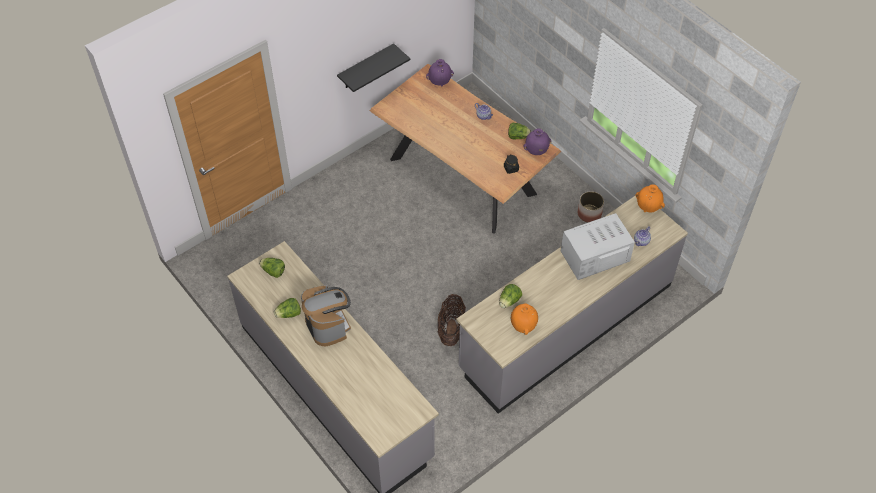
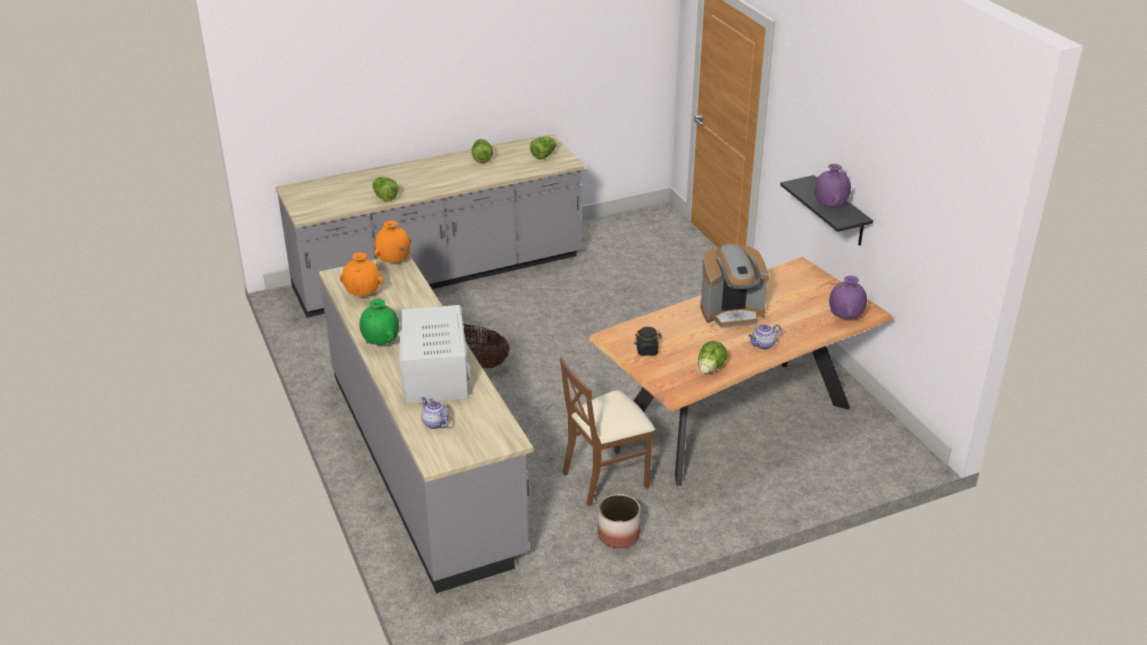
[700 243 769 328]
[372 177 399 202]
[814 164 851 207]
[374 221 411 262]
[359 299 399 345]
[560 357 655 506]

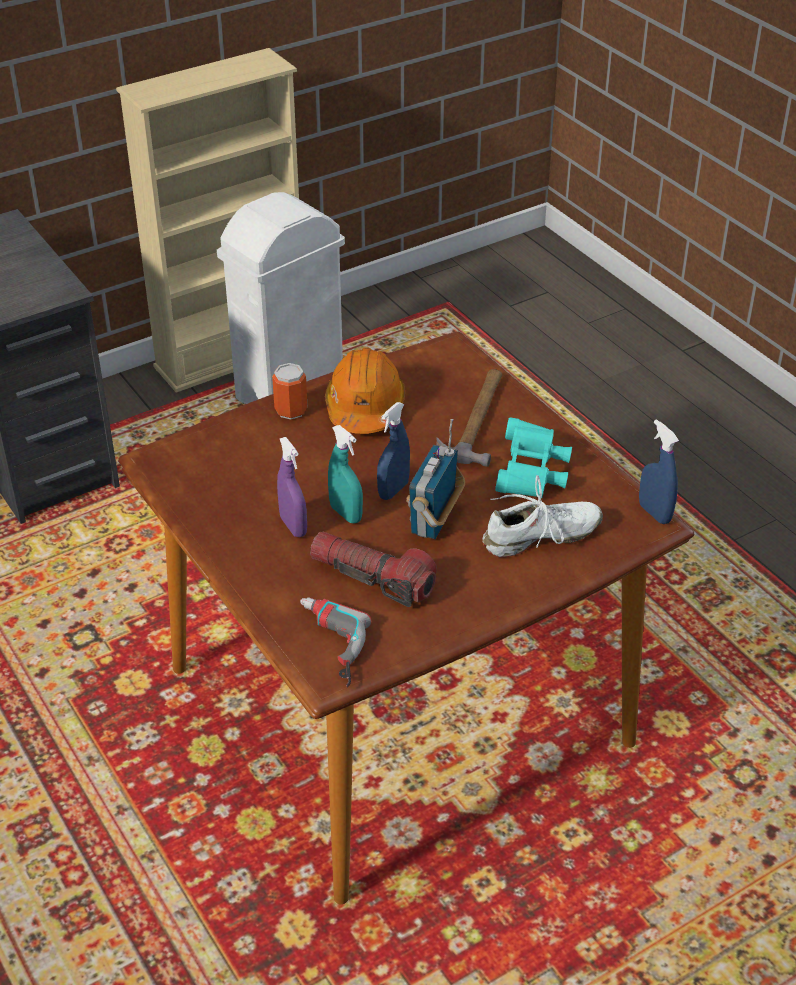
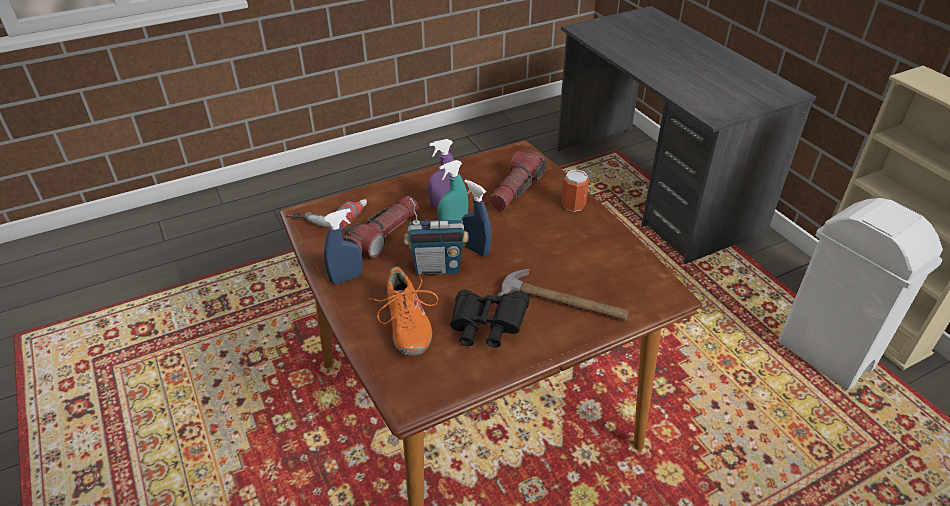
[325 348 405 434] (first image)
[404 198 469 275]
[368 267 438 356]
[450 290 530 348]
[324 208 363 284]
[489 151 546 211]

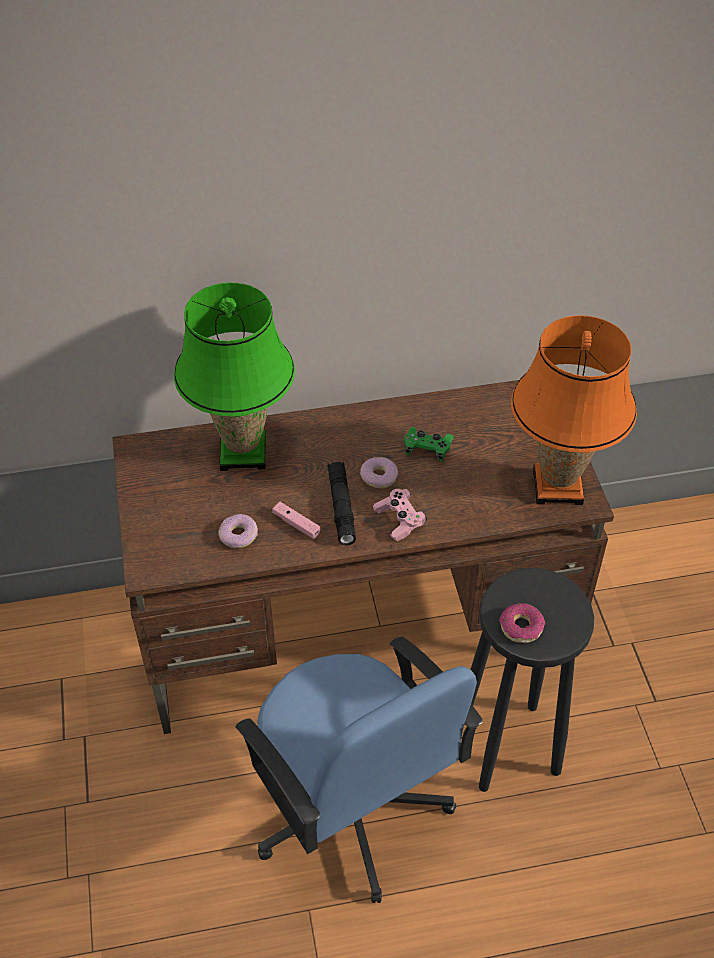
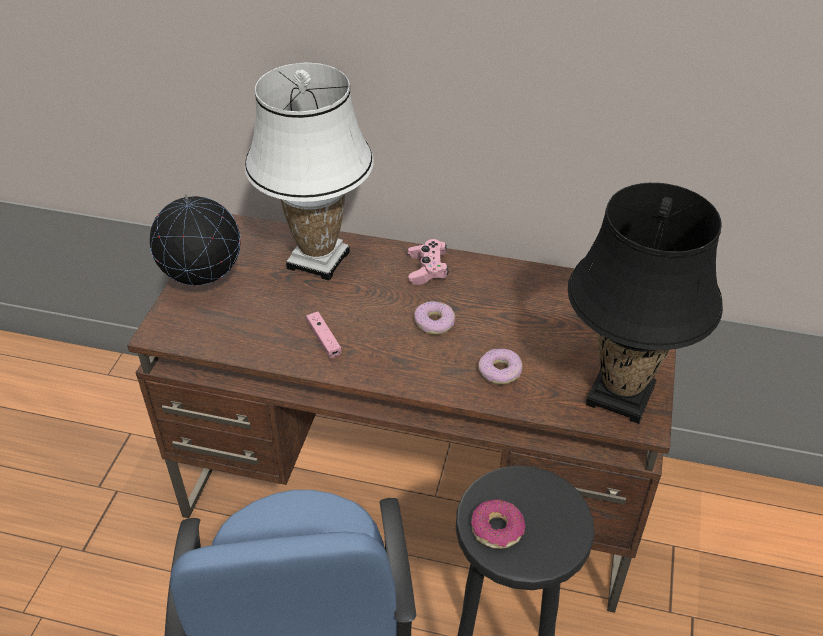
[244 63 374 281]
[478 348 522 385]
[328 462 356 546] (first image)
[408 239 449 285]
[404 427 454 462] (first image)
[568 183 723 424]
[149 194 241 286]

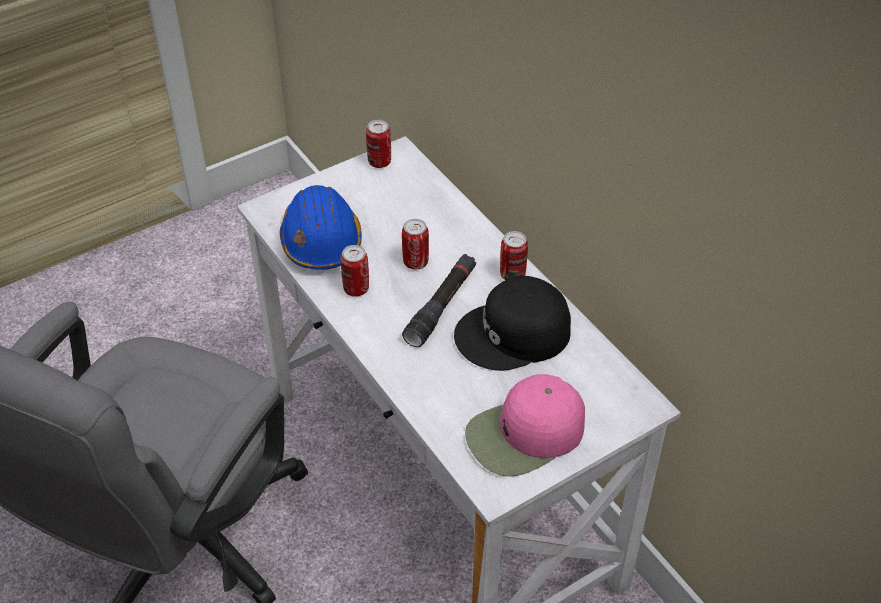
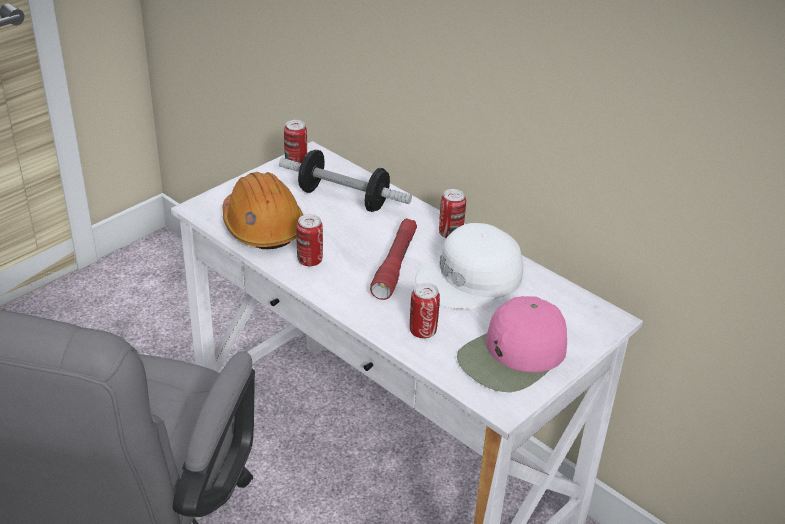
[223 172 303 249]
[410 283 440 338]
[370 218 417 300]
[415 223 523 309]
[279 150 412 212]

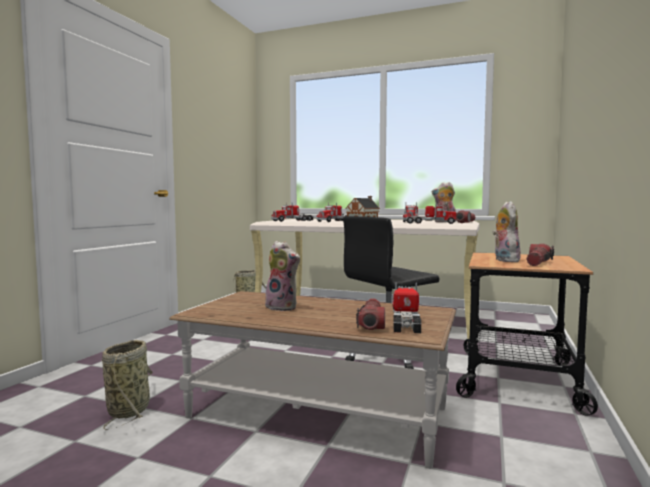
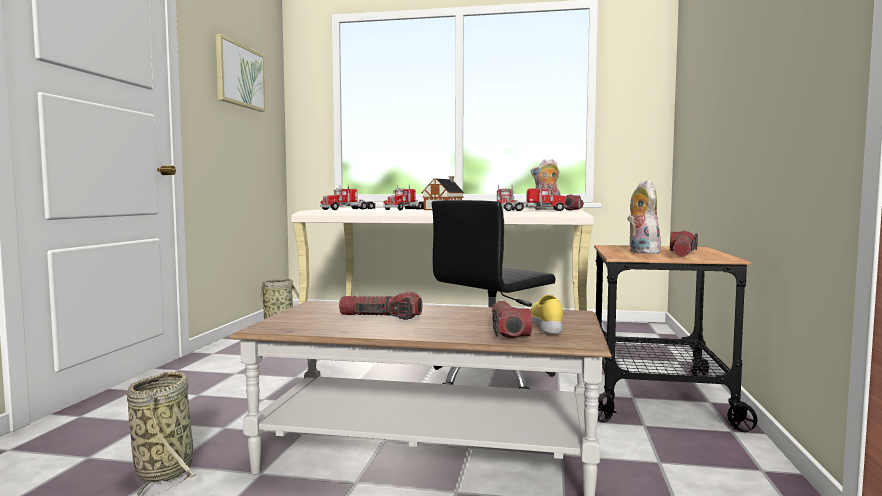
[339 292 423 320]
[531 295 563 334]
[216 34 265 112]

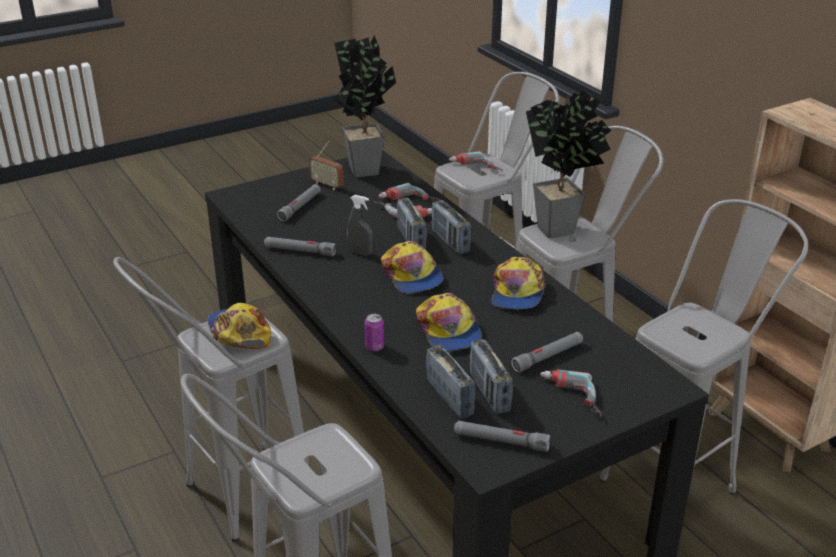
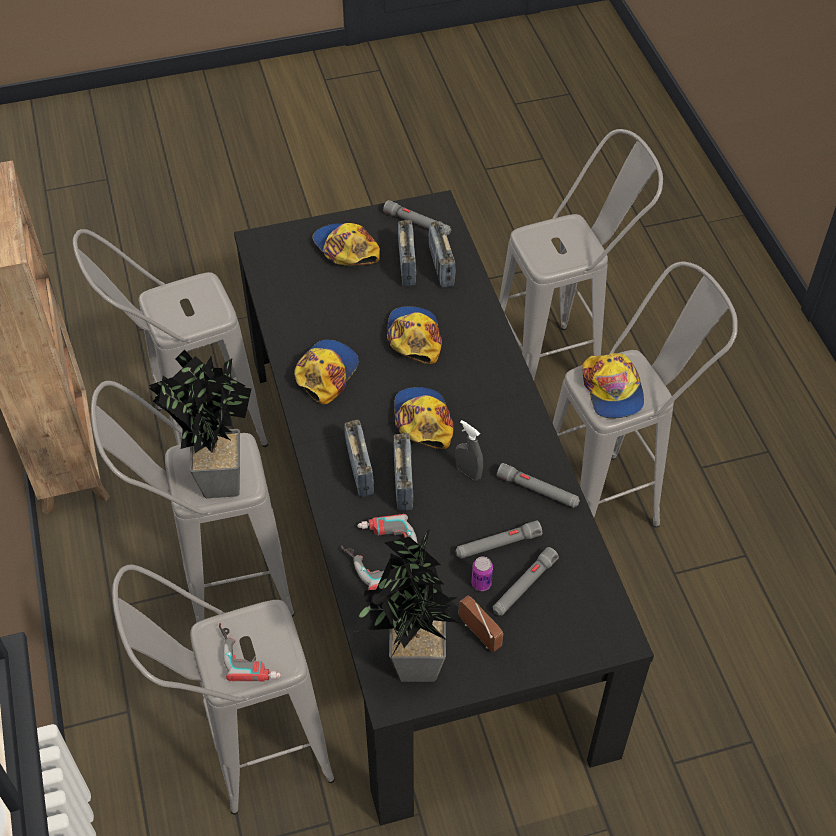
[472 556 493 591]
[455 520 542 559]
[313 223 380 266]

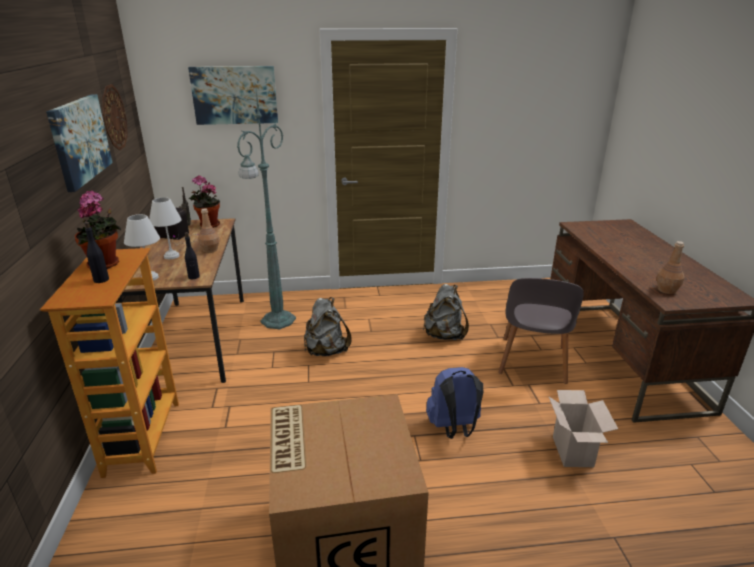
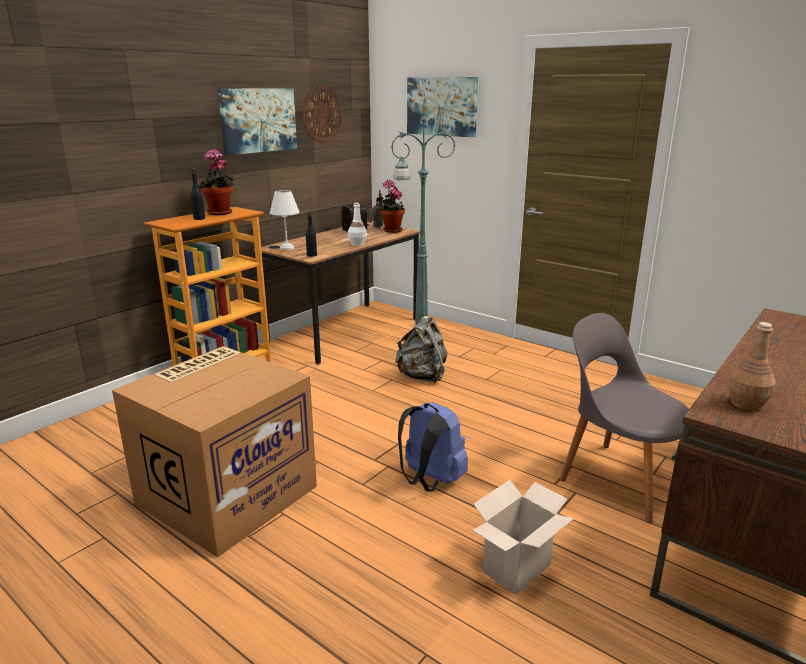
[149 197 182 259] (first image)
[348 203 367 246]
[423 284 469 340] (first image)
[560 313 689 523]

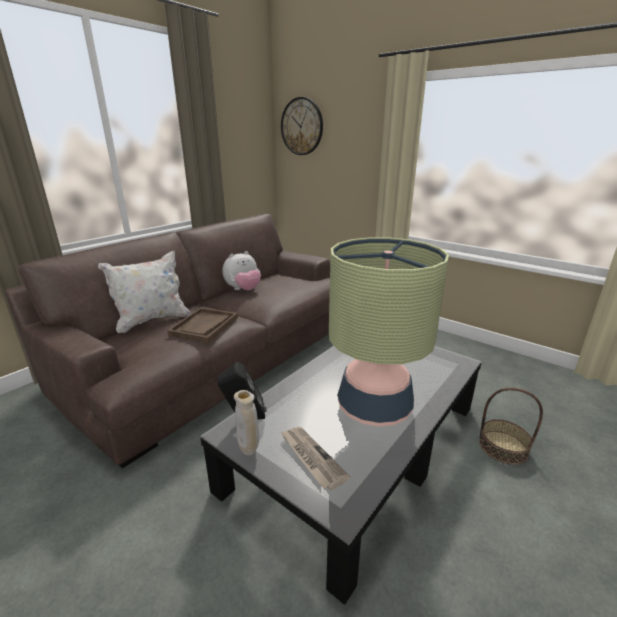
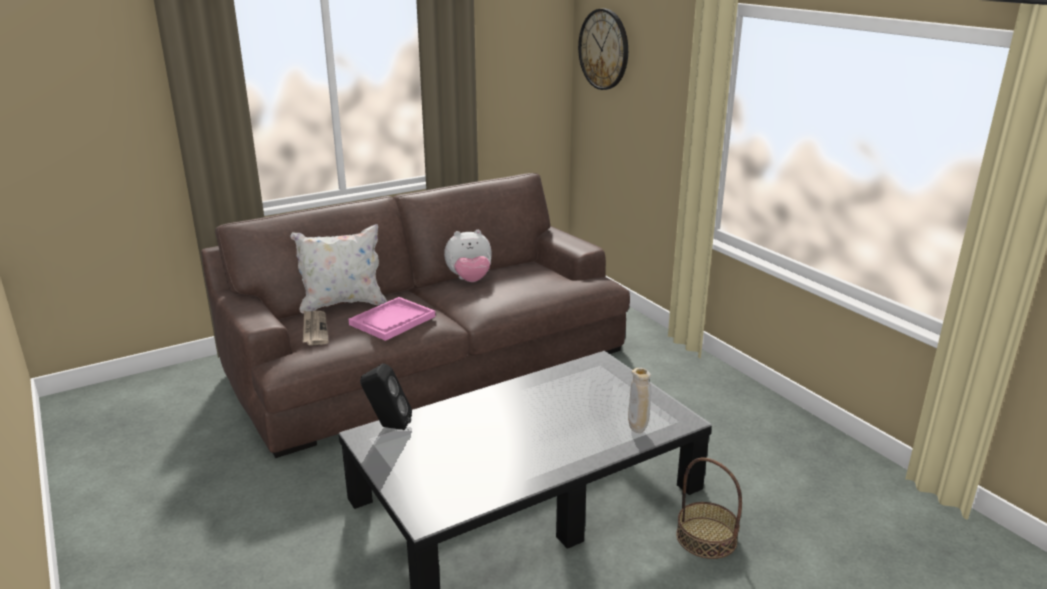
[349 297 435 341]
[628 368 651 433]
[303 310 329 346]
[329 237 449 427] (first image)

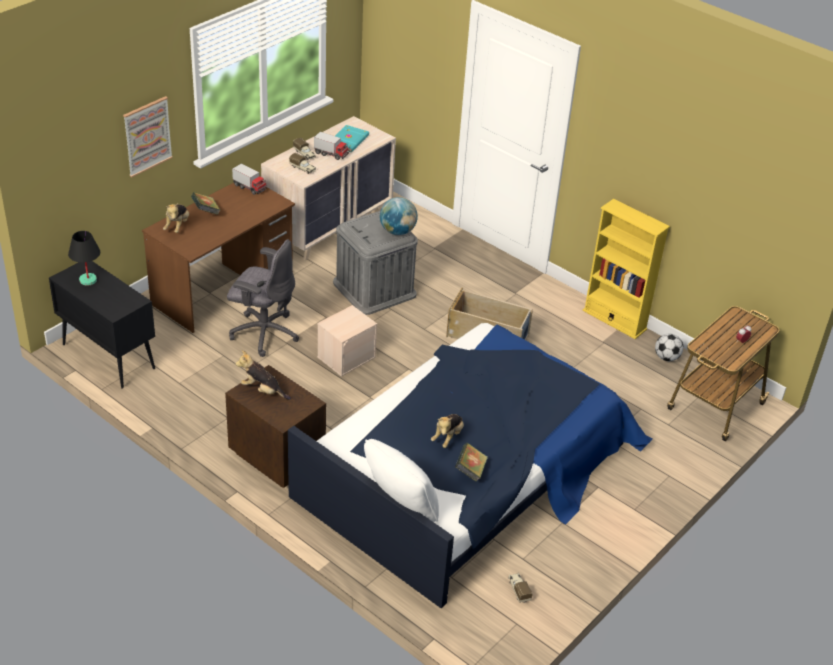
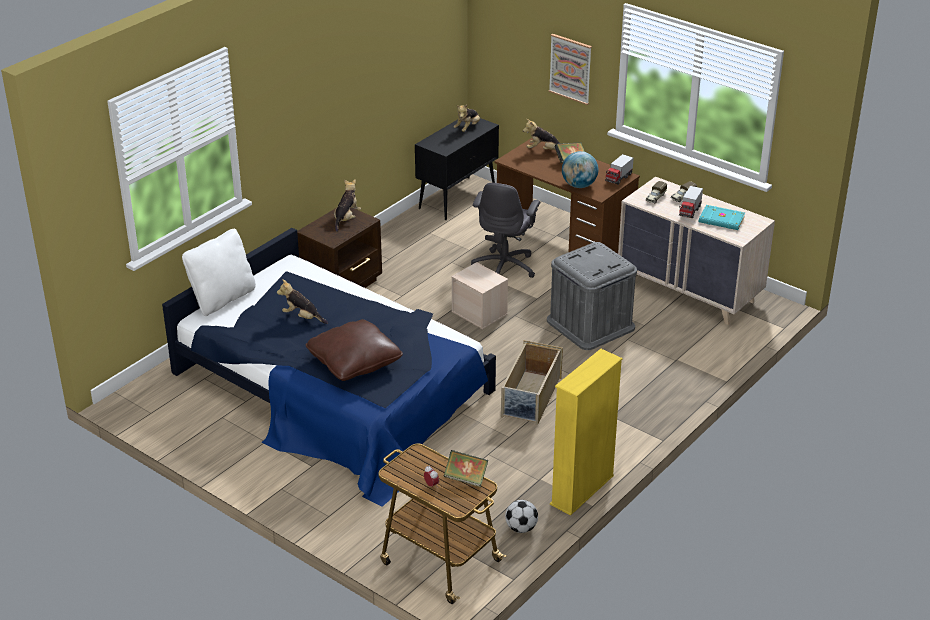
[454 105 480 132]
[562 151 598 188]
[443 450 488 487]
[508 573 533 603] (first image)
[306 319 403 381]

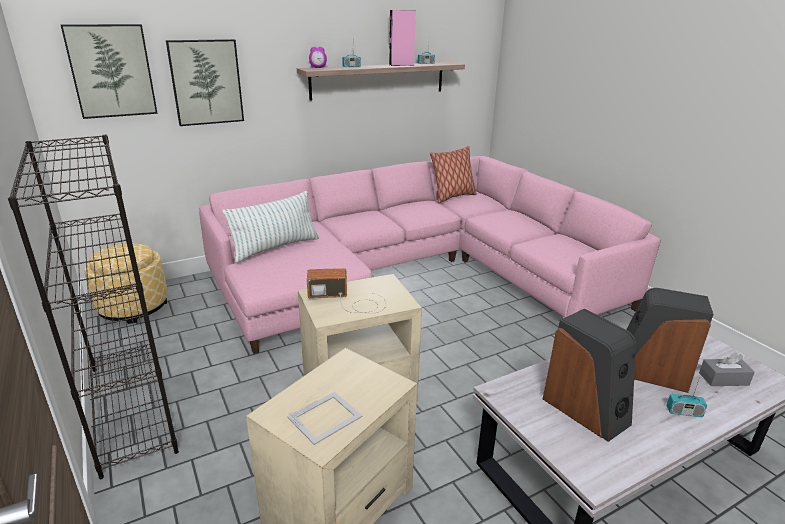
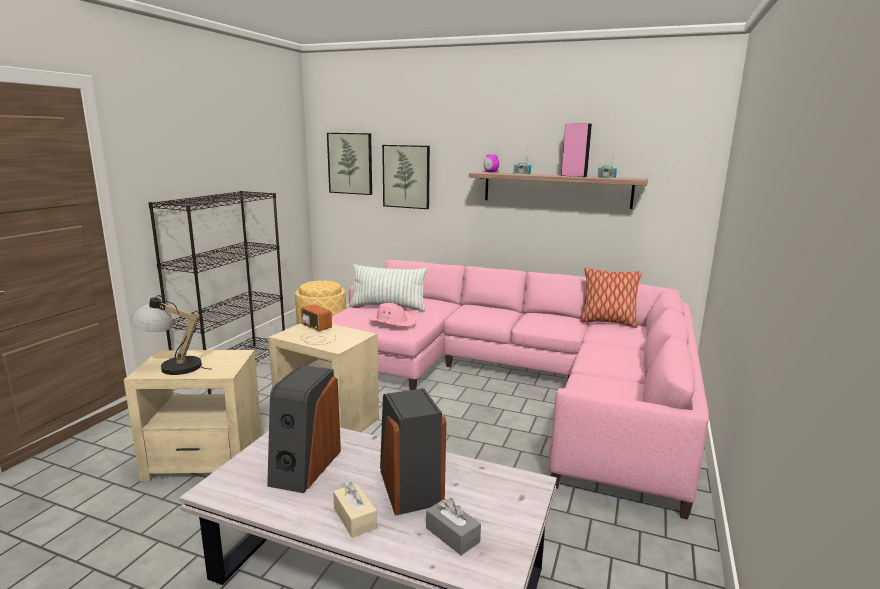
[130 295 212 375]
[333 482 377 538]
[368 303 416 327]

